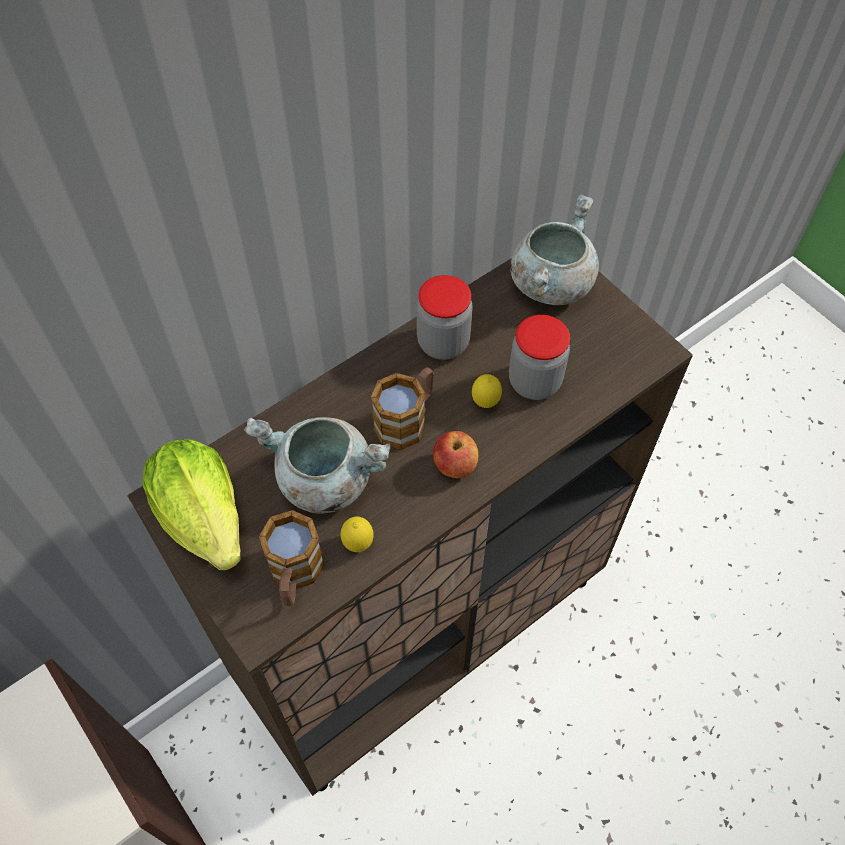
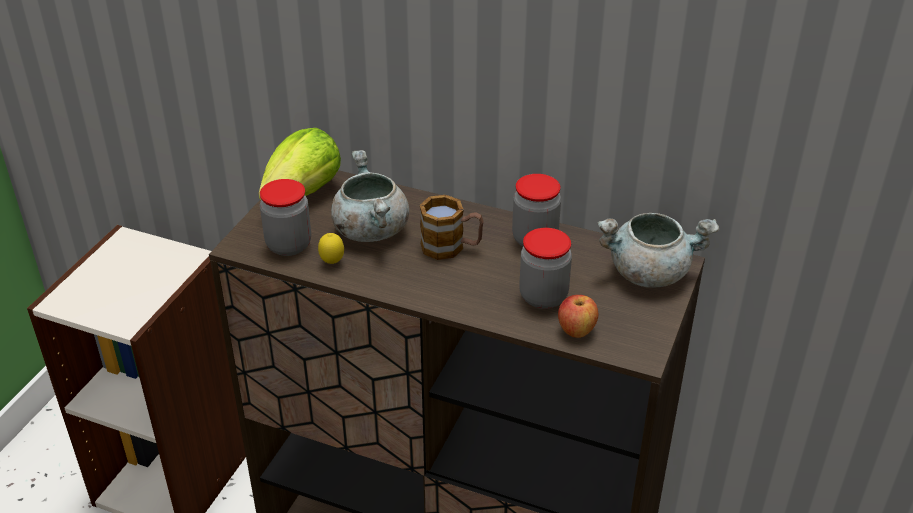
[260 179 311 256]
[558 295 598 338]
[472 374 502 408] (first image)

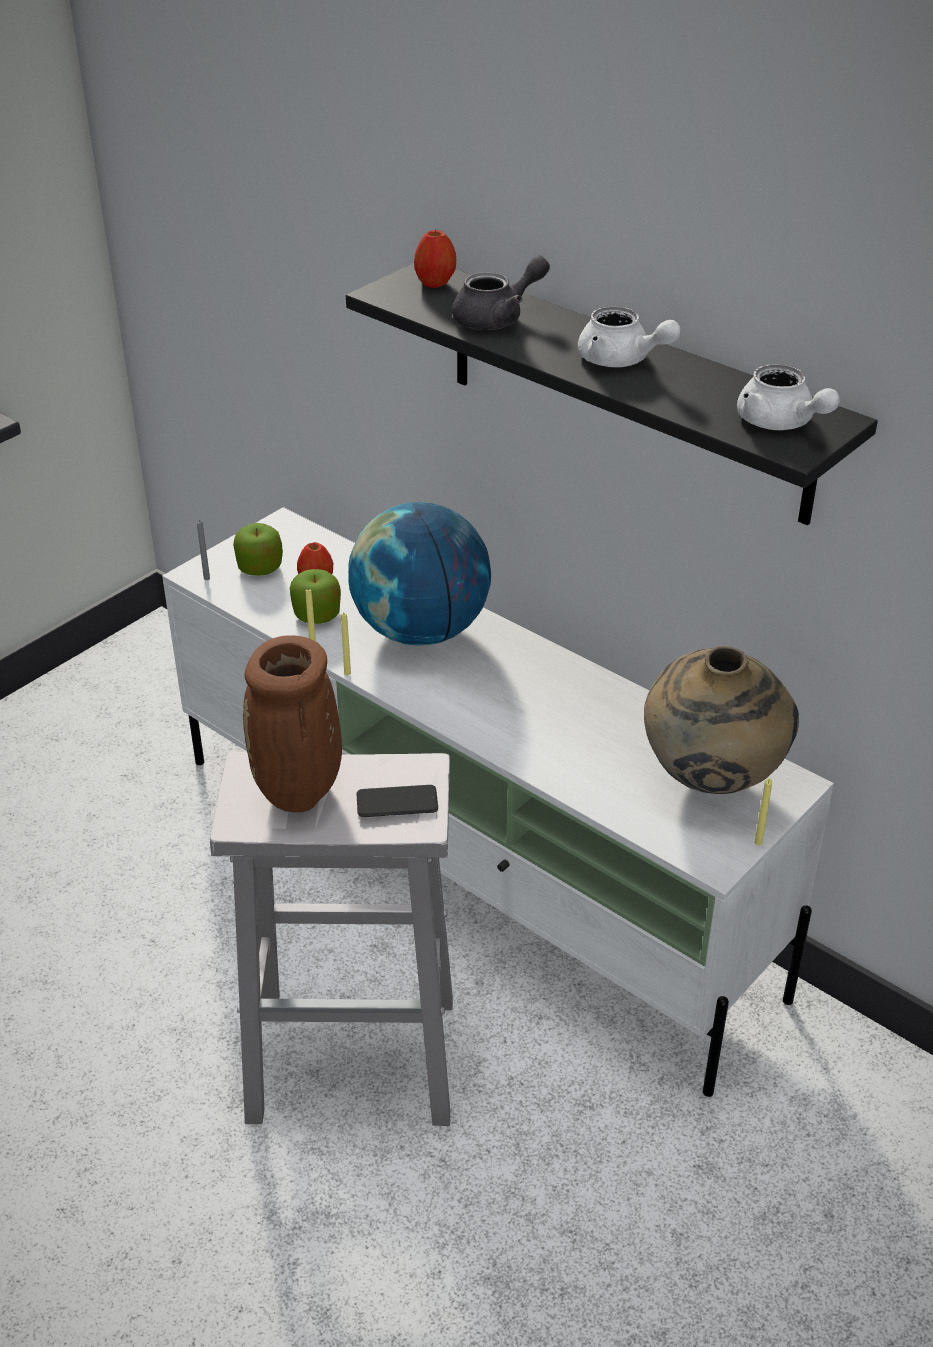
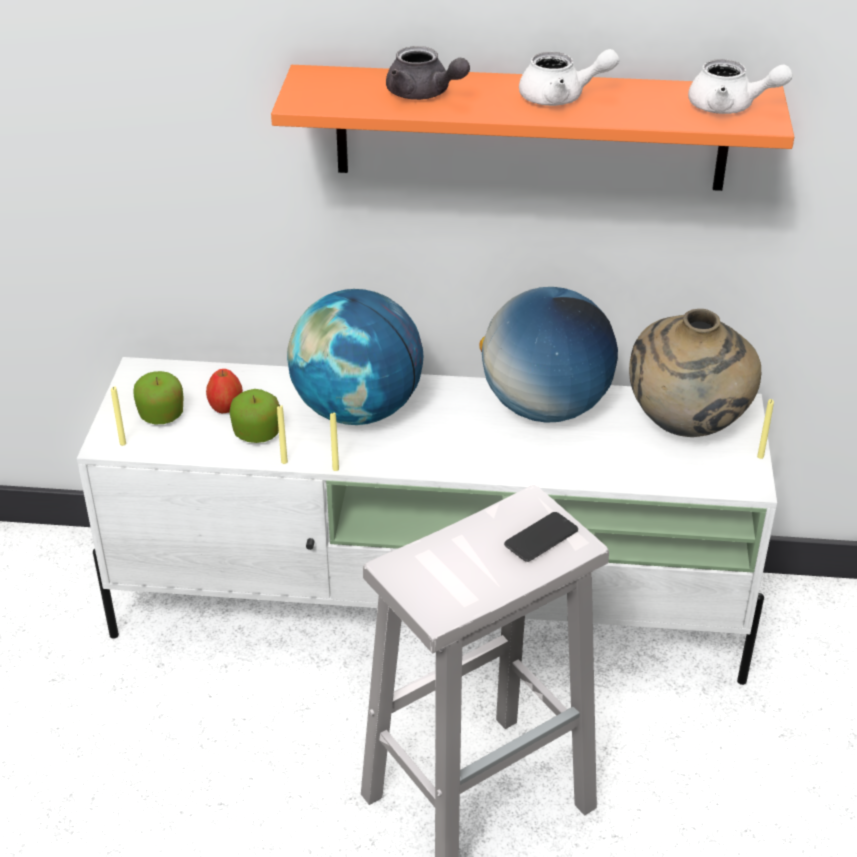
[111 386 126 446]
[243 635 342 813] (first image)
[271 65 794 191]
[414 229 456 288] (first image)
[386 46 470 100]
[479 287 618 423]

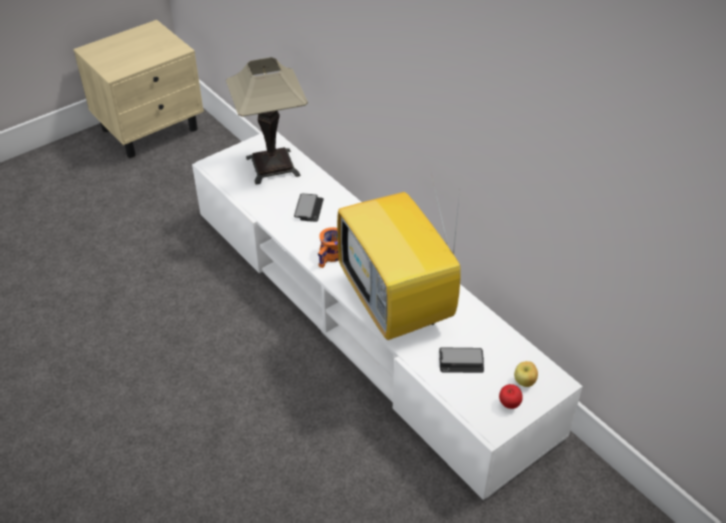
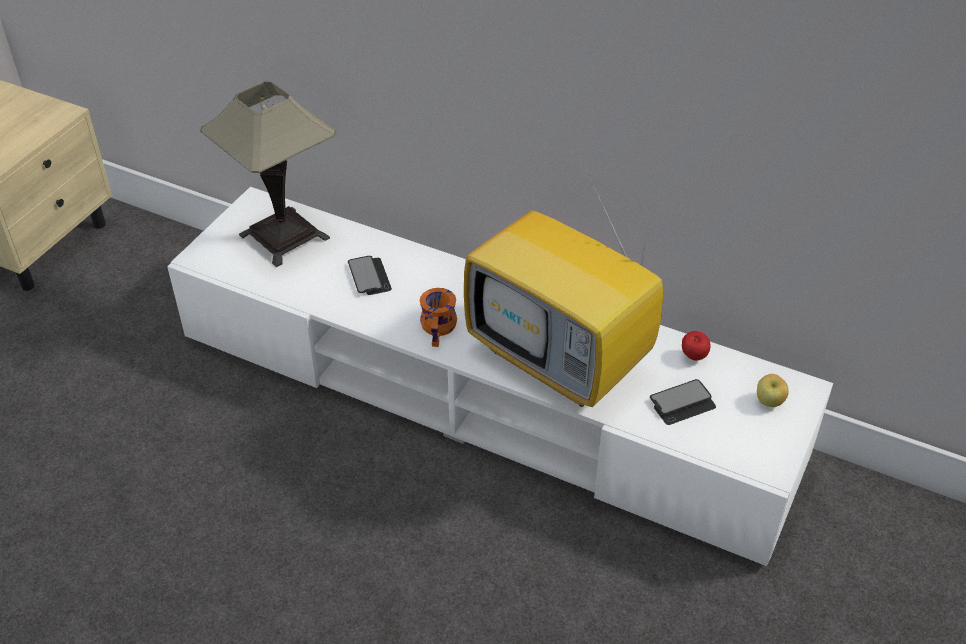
[682 331 711 361]

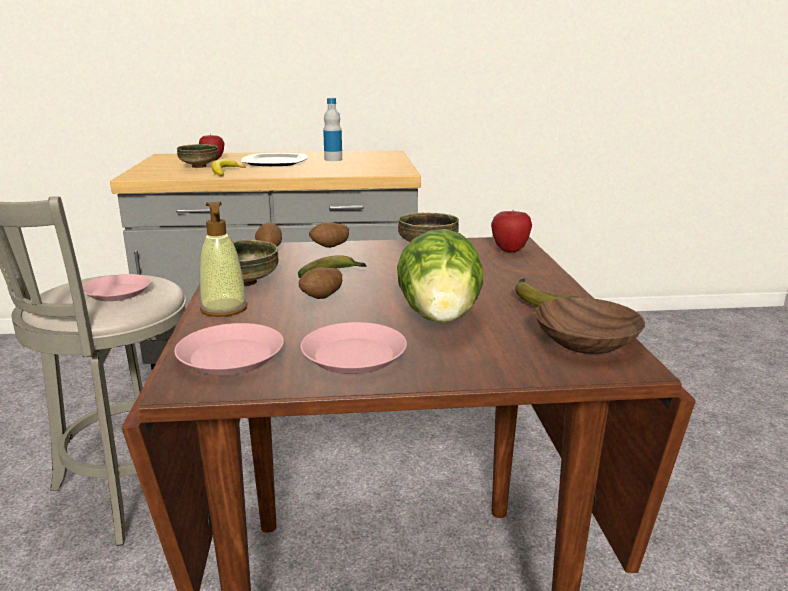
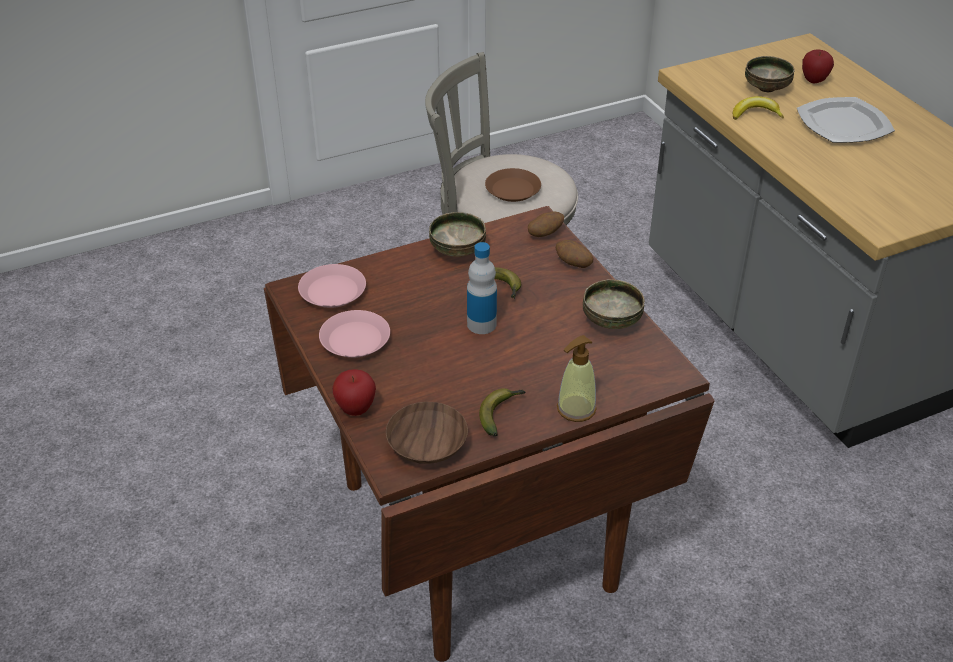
[485 168 541 202]
[557 335 596 422]
[298 267 342 299] (first image)
[467 242 497 334]
[397 229 483 323] (first image)
[332 369 376 416]

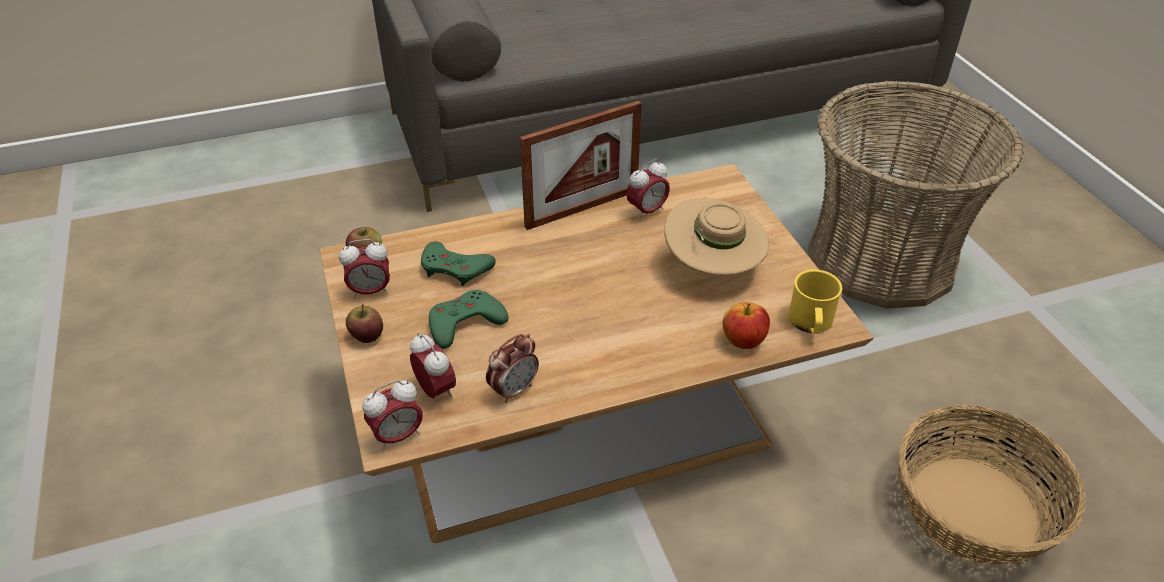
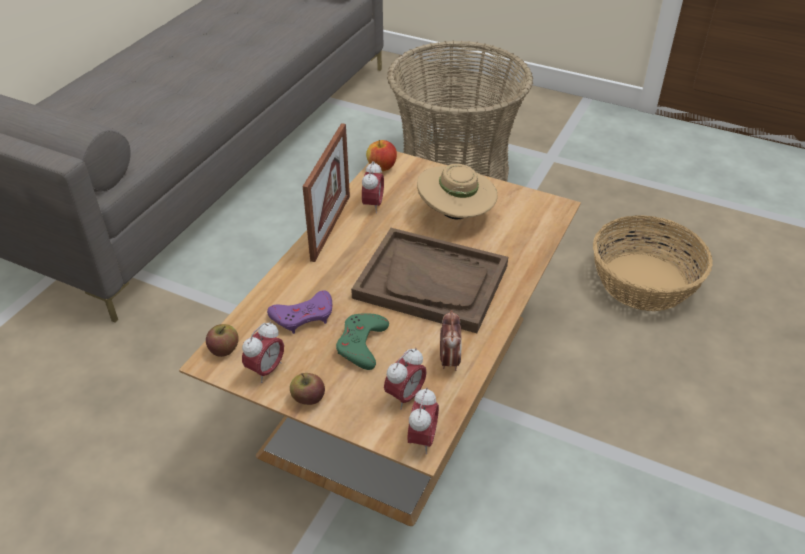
[384 348 427 409]
[267 290 333 334]
[366 140 397 171]
[789 269 842 334] (first image)
[351 228 508 333]

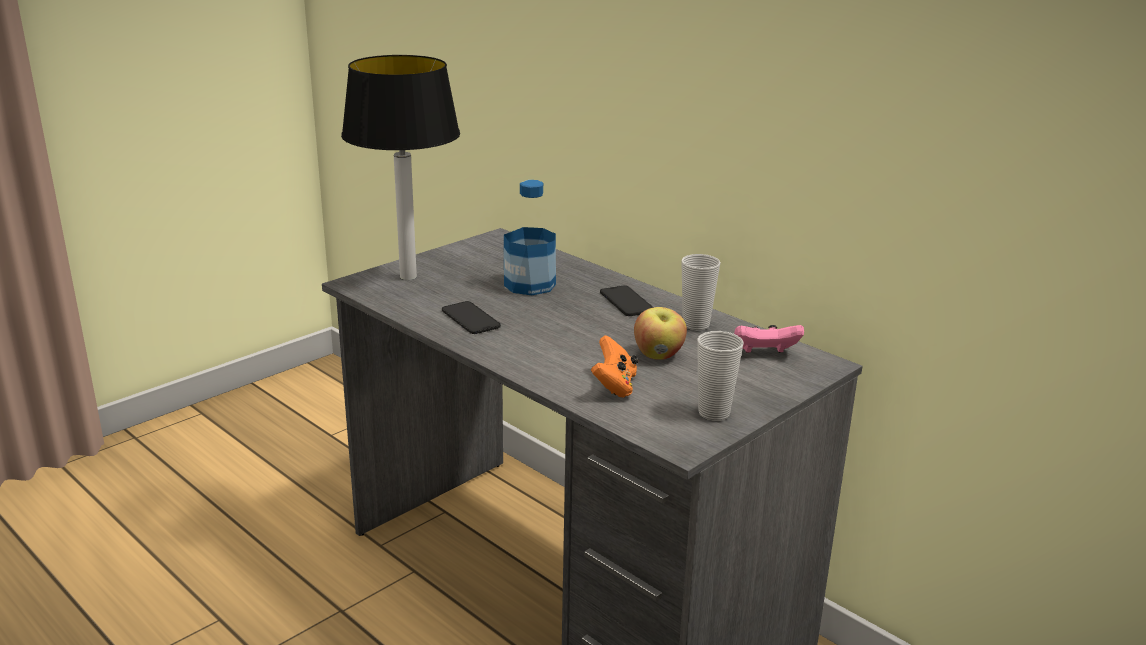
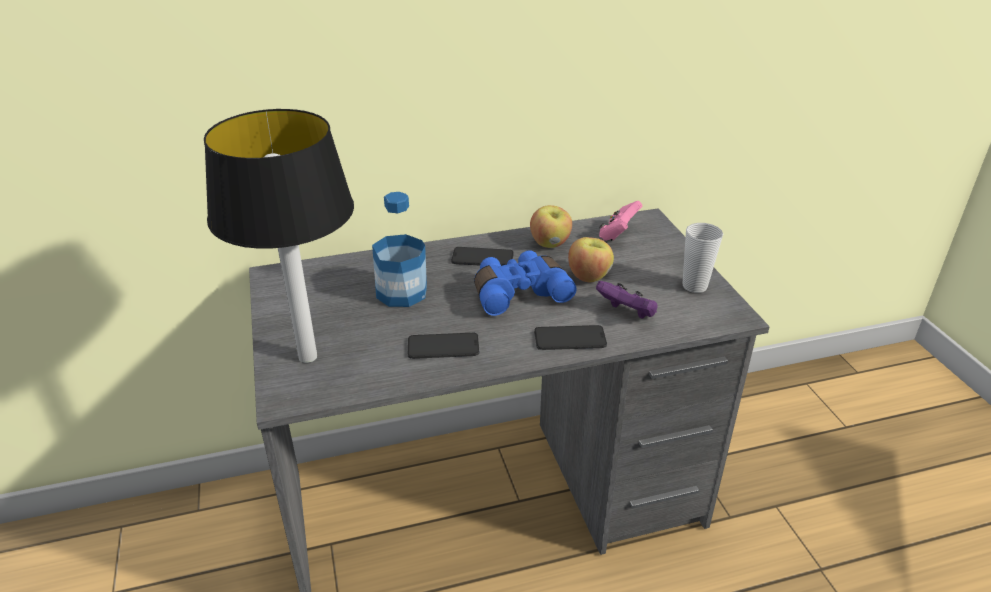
[596 281 658 319]
[530 205 572 248]
[474 250 577 316]
[534 325 607 350]

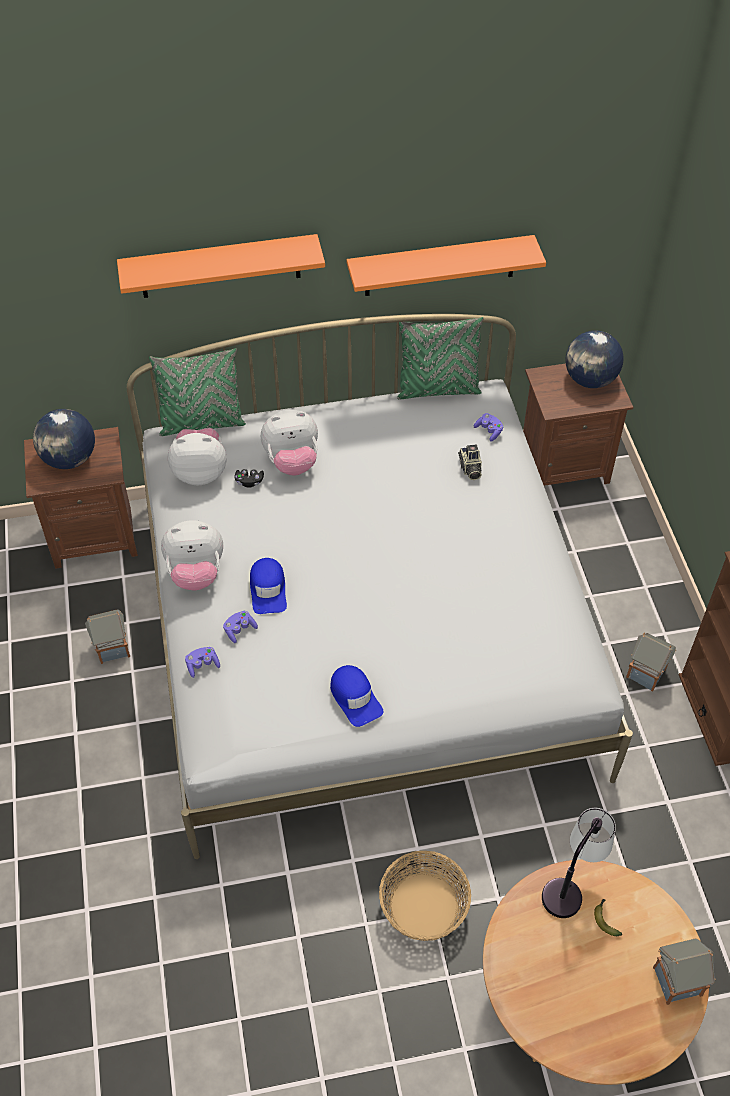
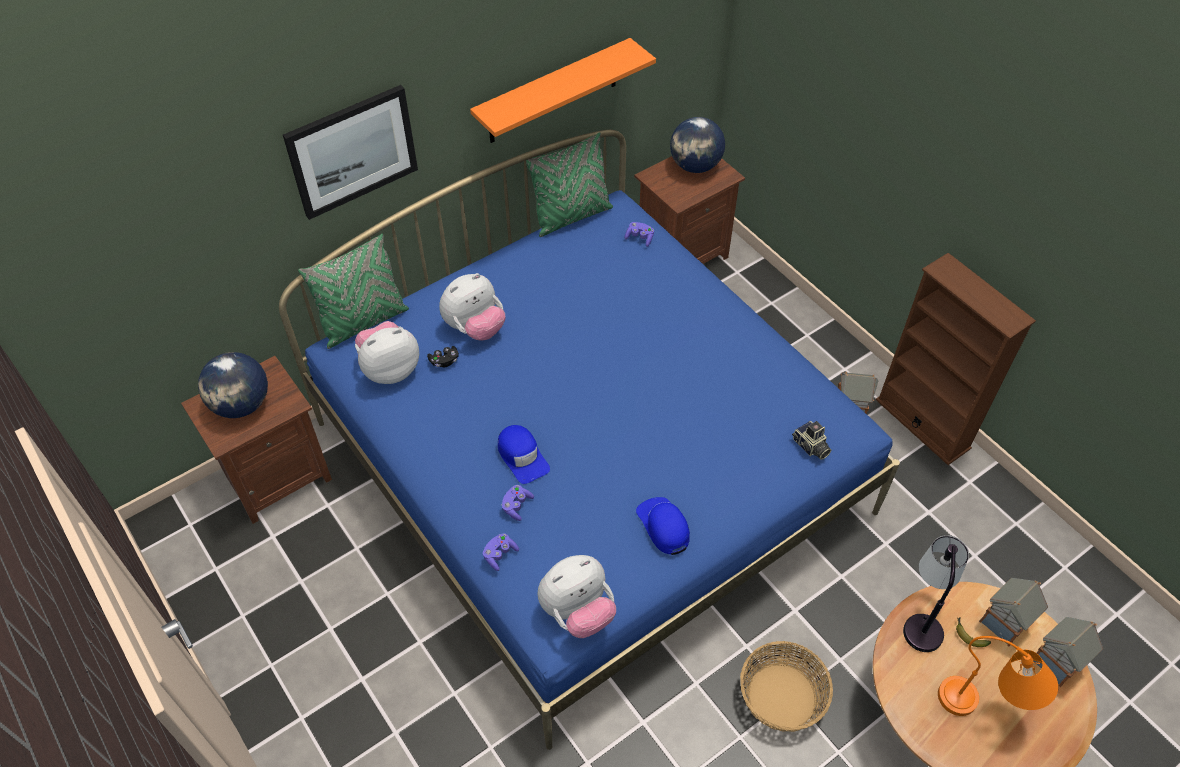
[979 578 1048 646]
[283 85 418 220]
[279 130 900 750]
[537 555 616 638]
[636 497 690 555]
[792 421 831 460]
[938 636 1058 716]

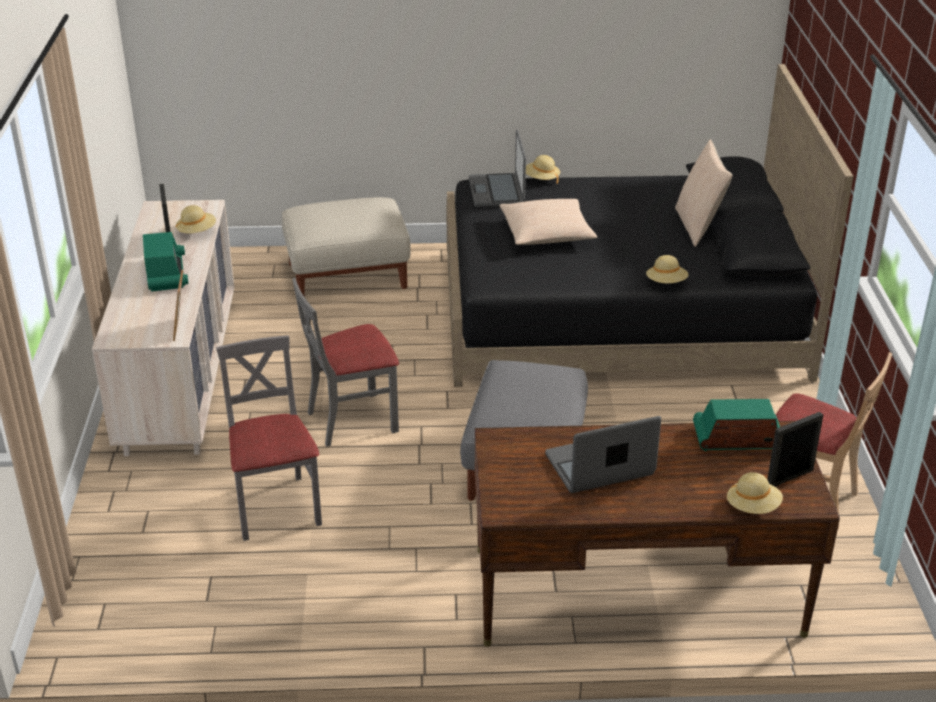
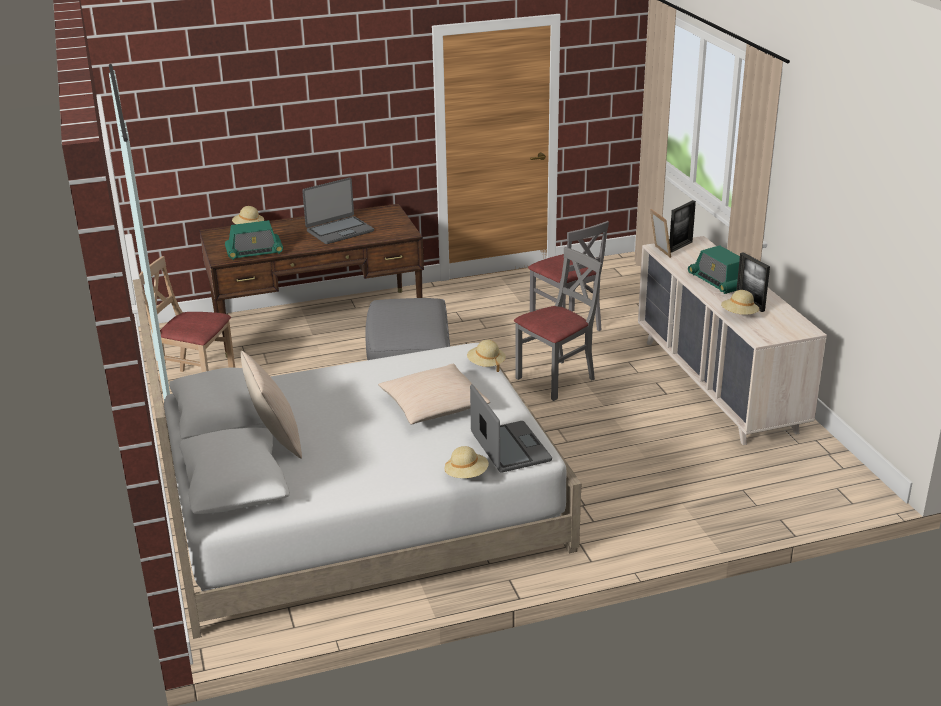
[282 197 410 296] (first image)
[133 279 581 639]
[467 340 506 372]
[669 200 696 253]

